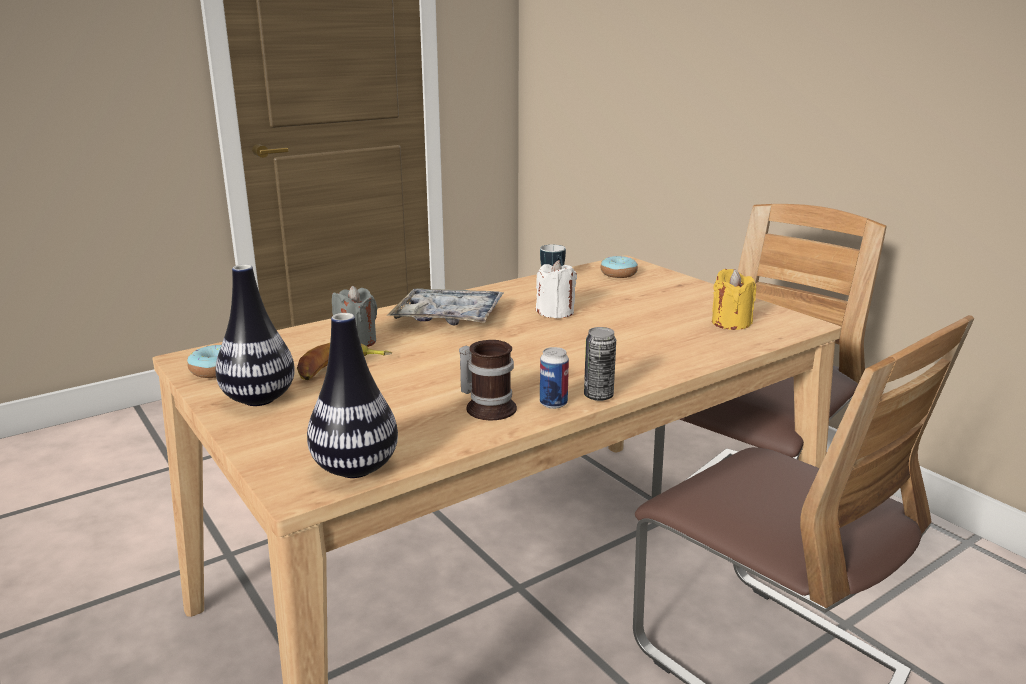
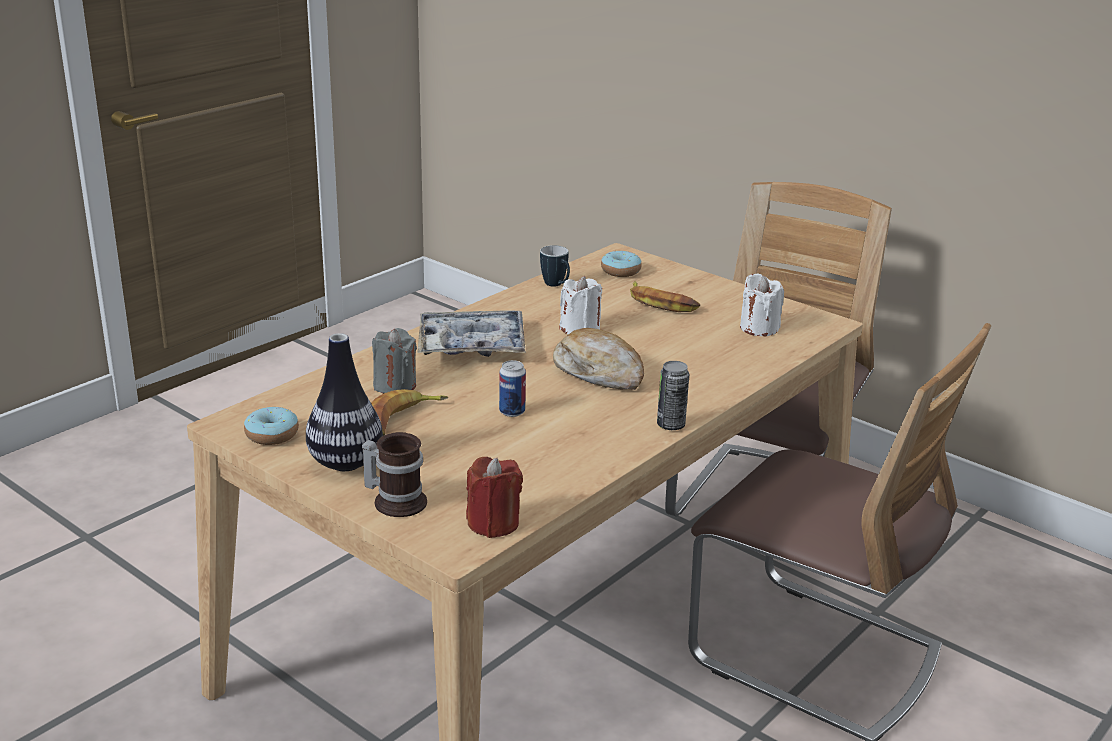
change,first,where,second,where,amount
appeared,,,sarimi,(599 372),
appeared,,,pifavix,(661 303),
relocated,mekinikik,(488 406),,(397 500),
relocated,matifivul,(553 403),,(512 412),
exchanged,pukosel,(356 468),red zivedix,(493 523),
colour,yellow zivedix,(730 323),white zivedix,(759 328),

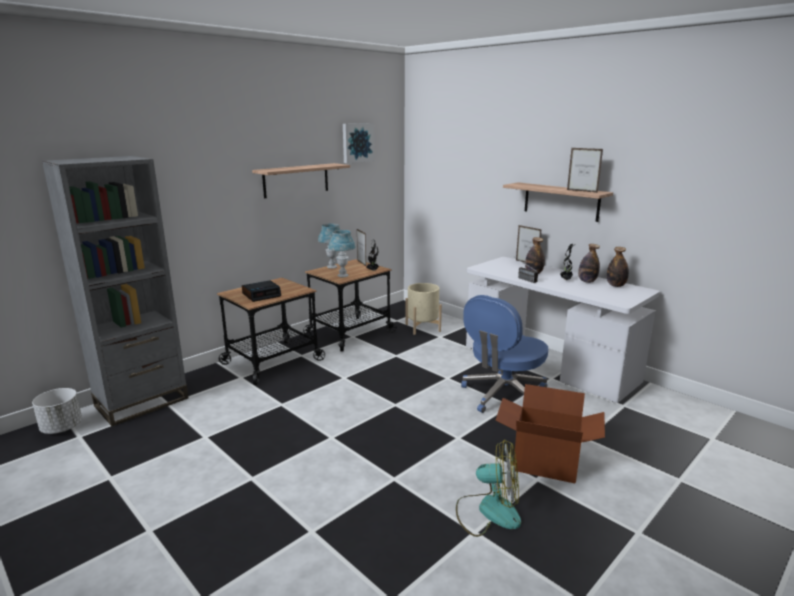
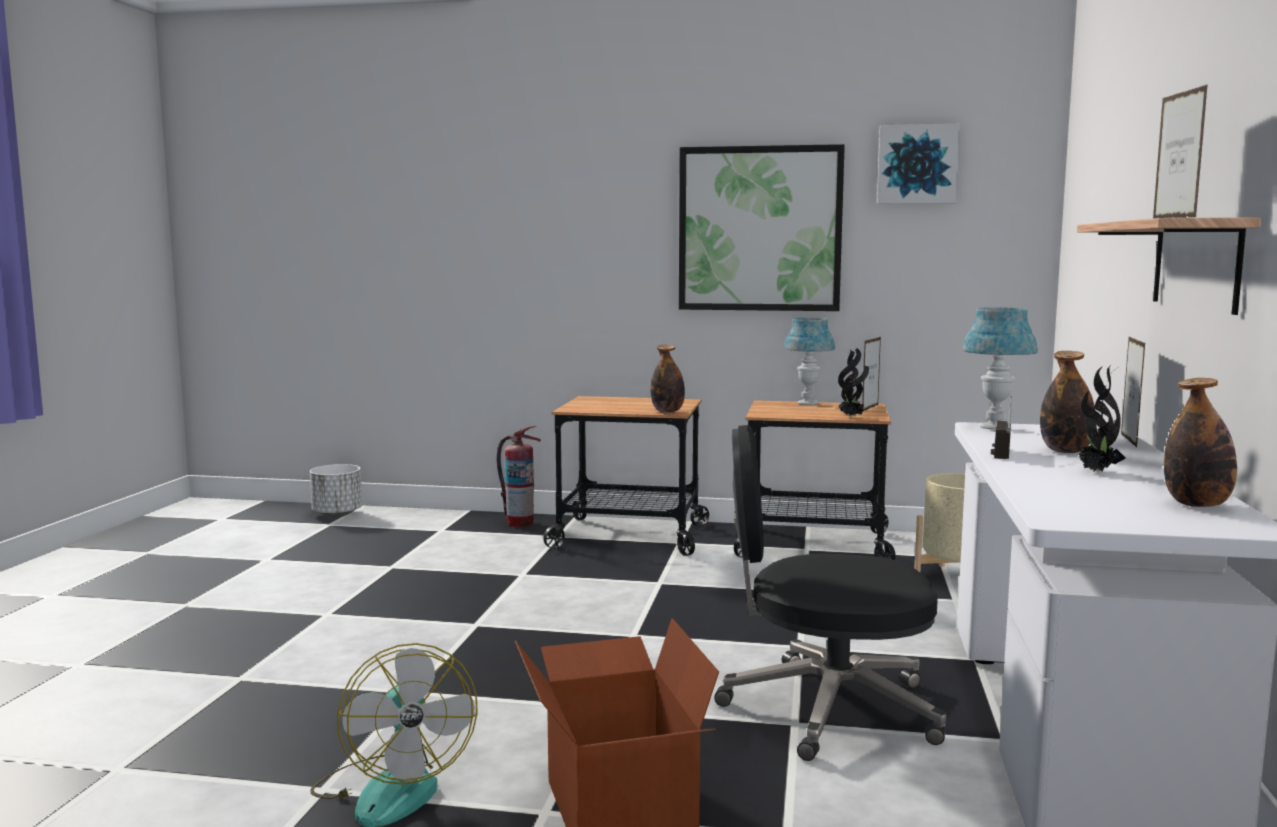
change,first,where,second,where,amount
missing,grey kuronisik,(142 402),,,
missing,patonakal,(262 295),,,
appeared,,,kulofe,(520 523),
relocated,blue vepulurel,(343 276),,(995 427),
relocated,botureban,(587 281),,(667 411),
exchanged,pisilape,(296 180),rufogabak,(759 229),
colour,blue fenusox,(503 395),black fenusox,(826 709),

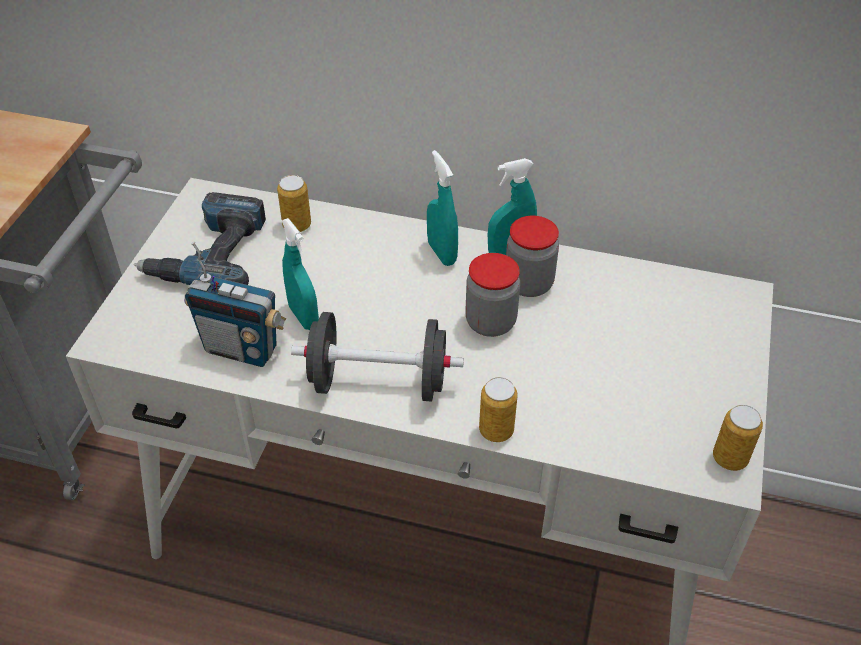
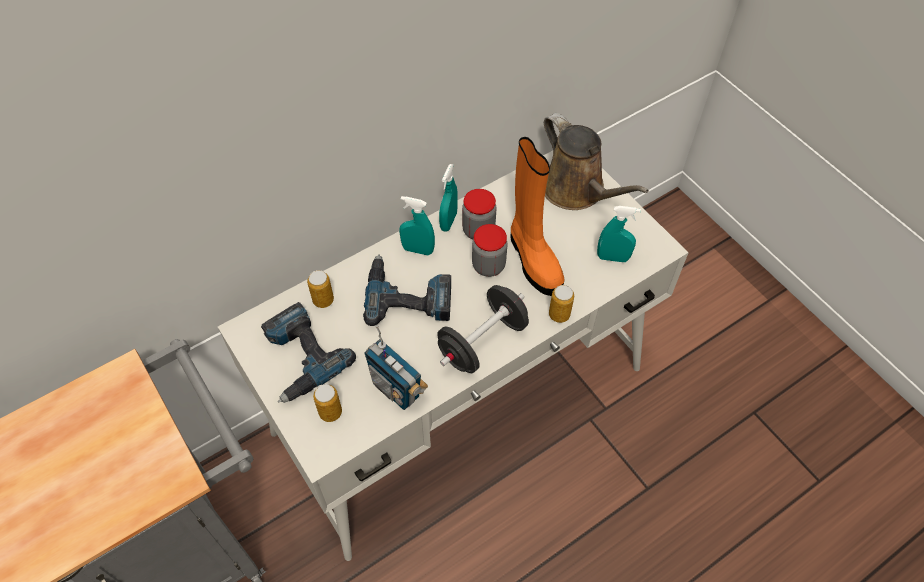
change,first,where,second,where,amount
appeared,,,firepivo,(408 295),
appeared,,,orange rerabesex,(533 259),
appeared,,,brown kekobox,(577 190),
relocated,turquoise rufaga,(303 317),,(612 258),
relocated,matifivul,(730 458),,(330 412),
spun,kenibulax,(242 349),,(396 389),75 degrees clockwise

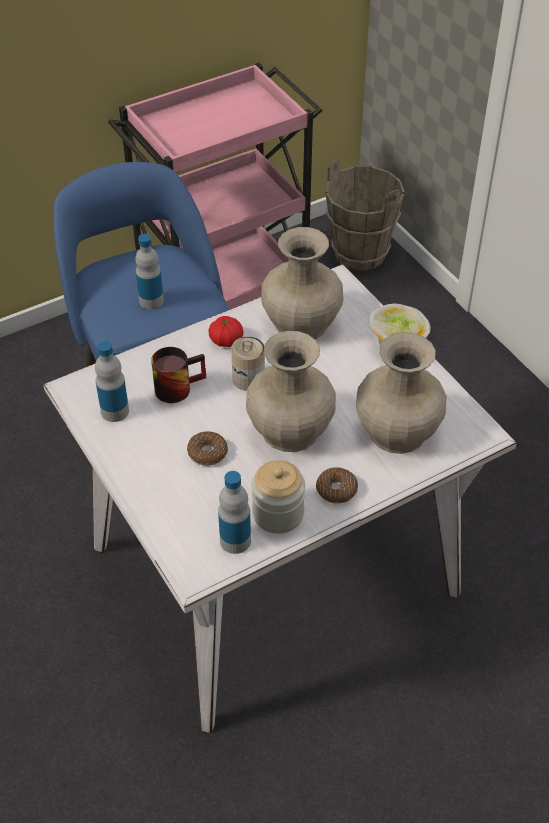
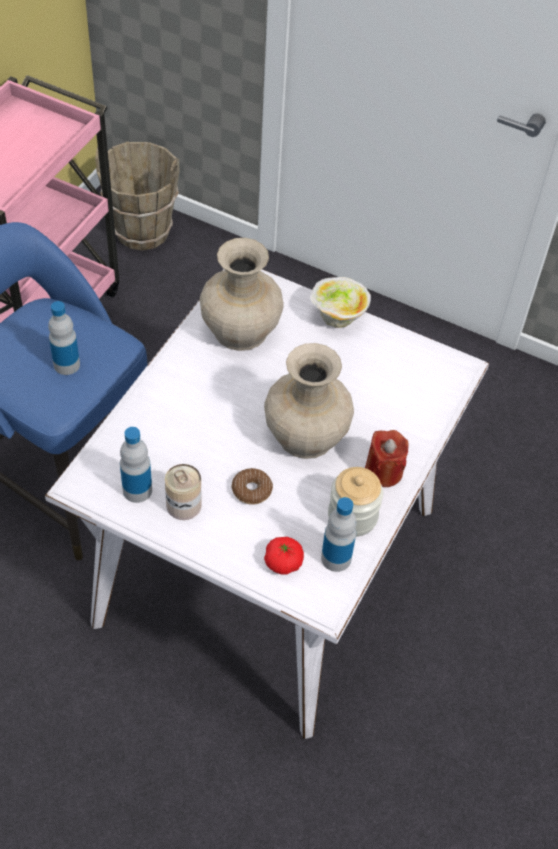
change,first,where,second,where,amount
missing,mekinikik,(177 385),,,
missing,beige pukosel,(398 431),,,
relocated,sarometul,(226 340),,(283 562),
relocated,matifivul,(248 378),,(183 505),
exchanged,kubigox,(336 490),red zivedix,(383 471),

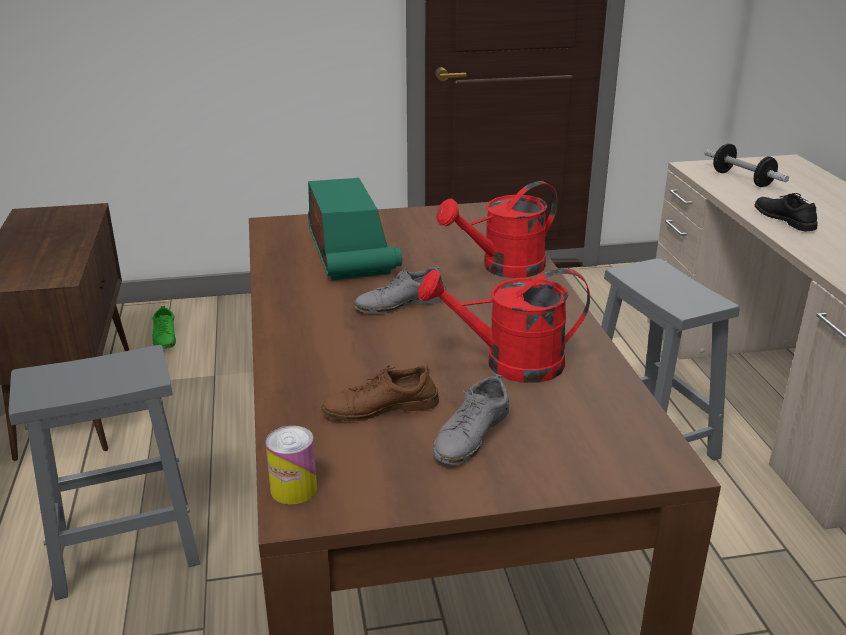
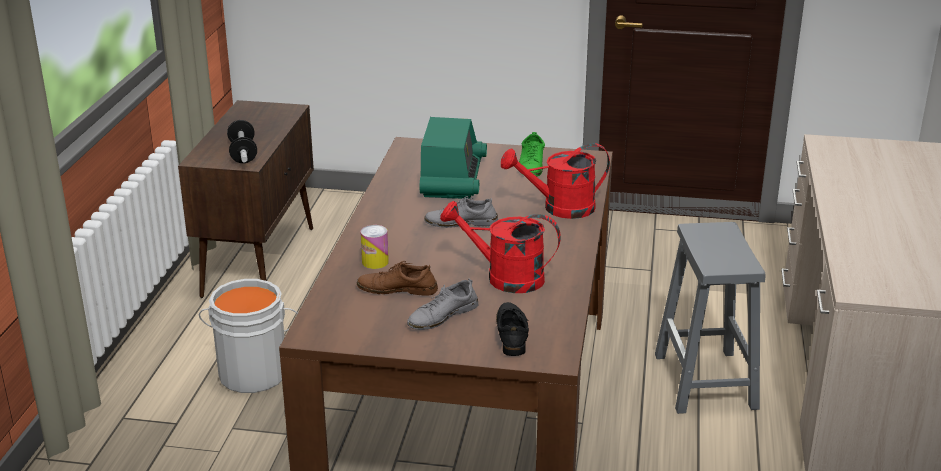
change,first,where,second,where,amount
relocated,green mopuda,(165 337),,(531 165),
relocated,matifivul,(293 489),,(375 262),
relocated,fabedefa,(742 179),,(243 153),
relocated,black mopuda,(784 219),,(512 334),
exchanged,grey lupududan,(122 547),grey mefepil,(254 371),

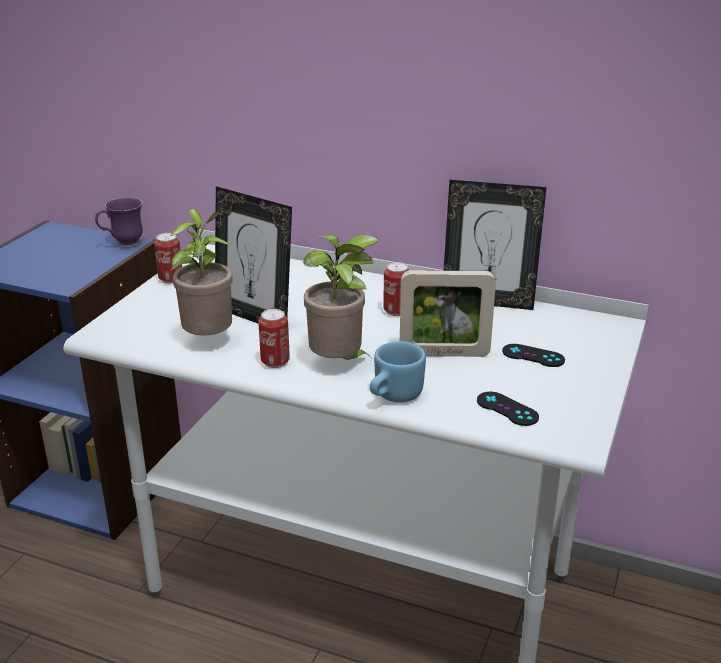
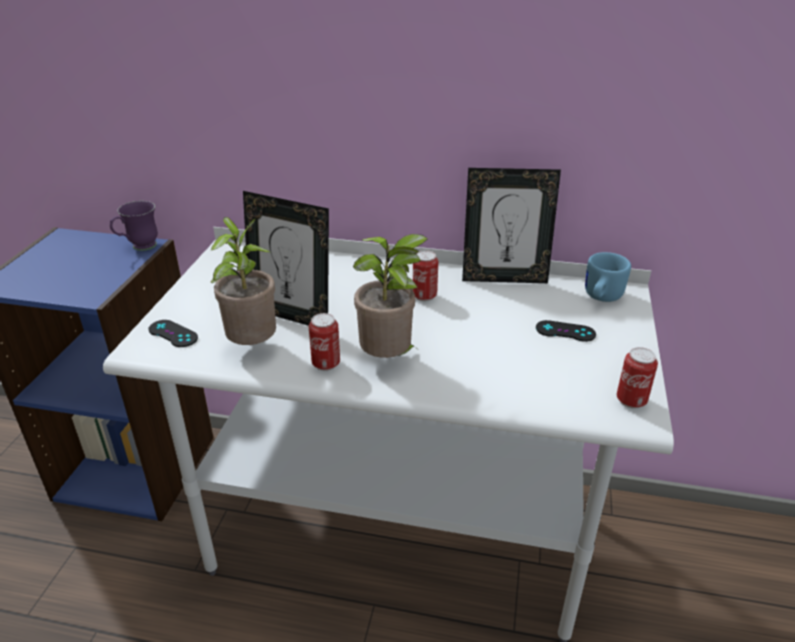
change,first,where,second,where,amount
missing,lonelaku,(444 354),,,
relocated,matifivul,(171 279),,(631 401),
relocated,blue mekinikik,(393 396),,(600 297),
relocated,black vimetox,(507 409),,(173 334),

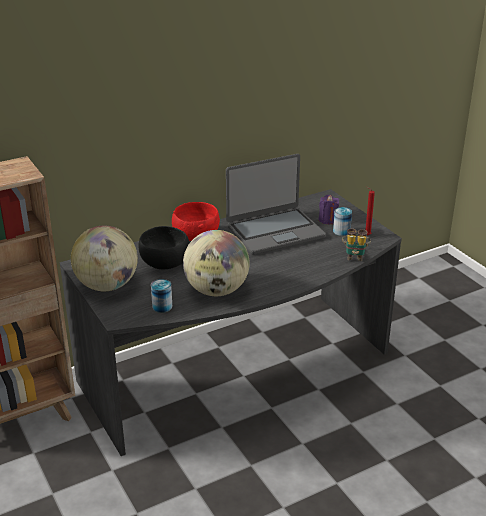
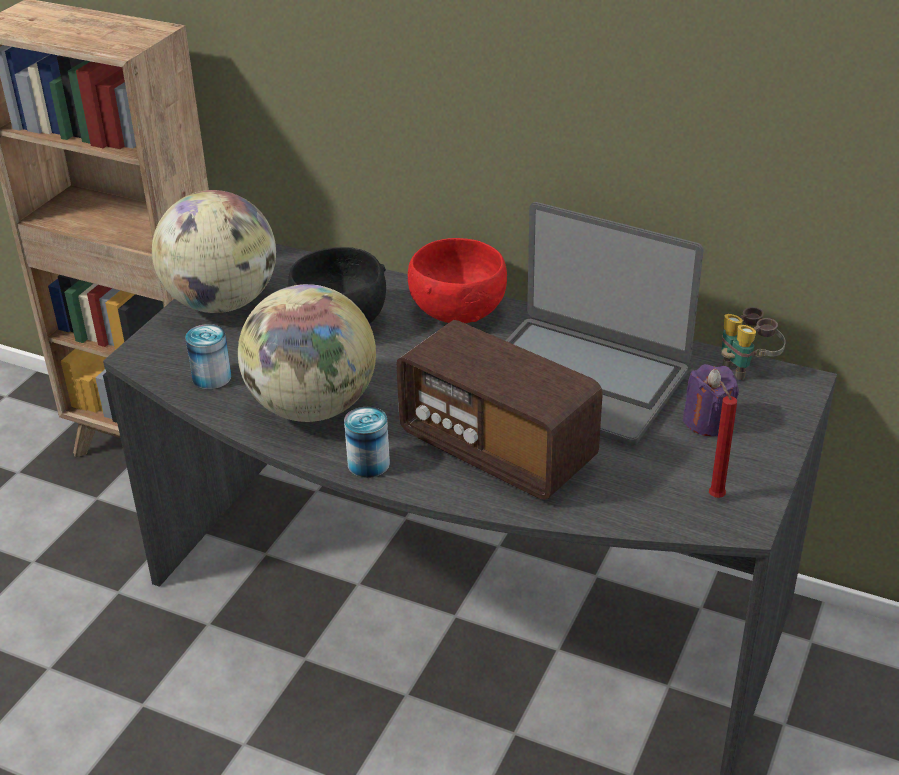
change,first,where,second,where,amount
appeared,,,kenibulax,(497 449),
relocated,matifivul,(341 231),,(368 464),
relocated,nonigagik,(355 256),,(746 367),

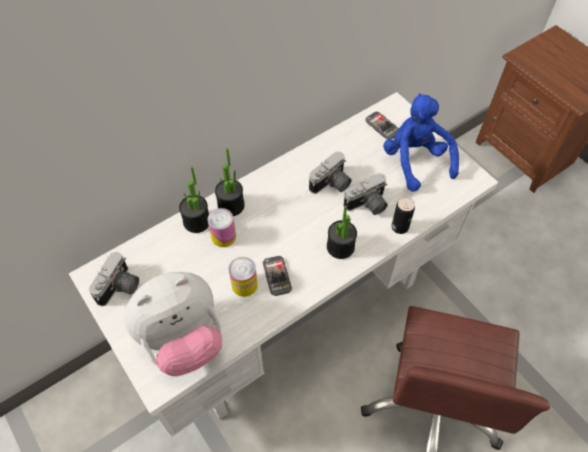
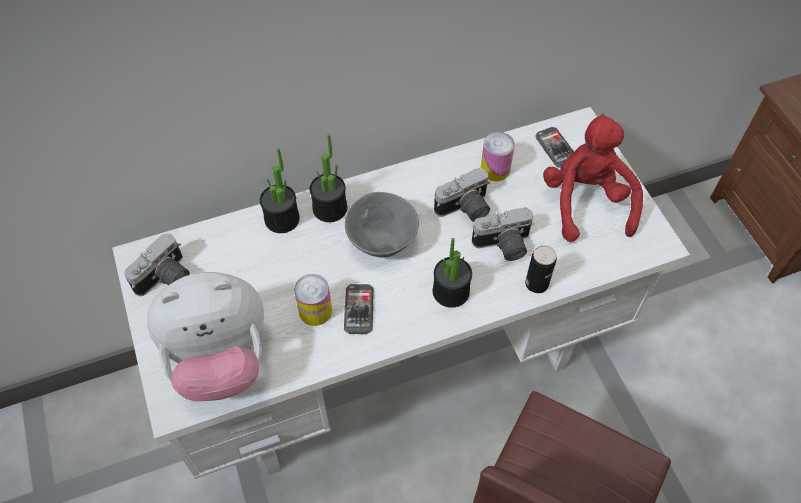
change,first,where,second,where,amount
appeared,,,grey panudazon,(380 242),
relocated,matifivul,(223 236),,(495 169),
colour,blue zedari,(415 161),red zedari,(586 202),

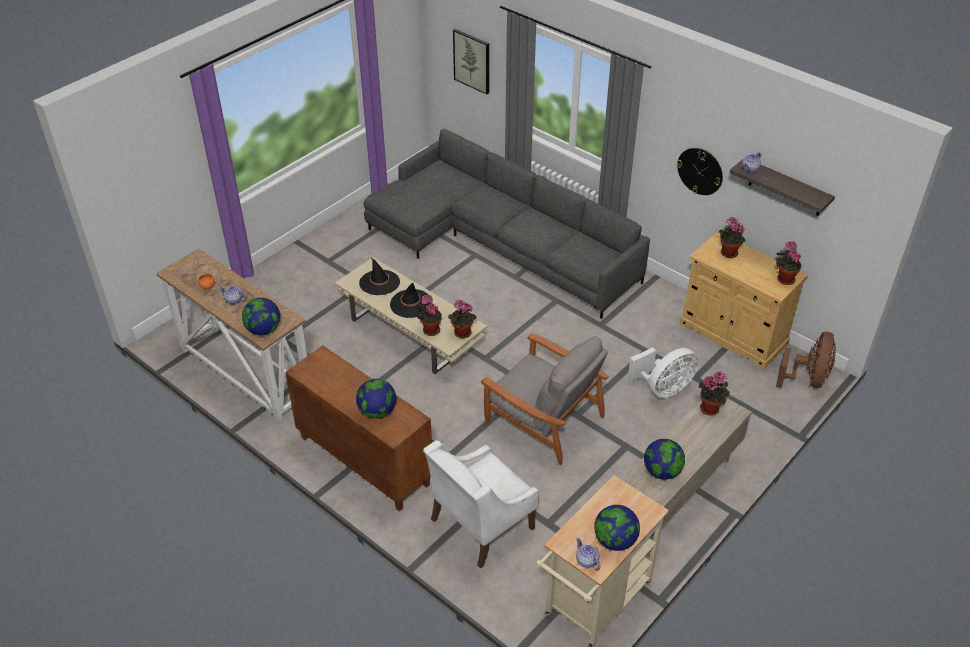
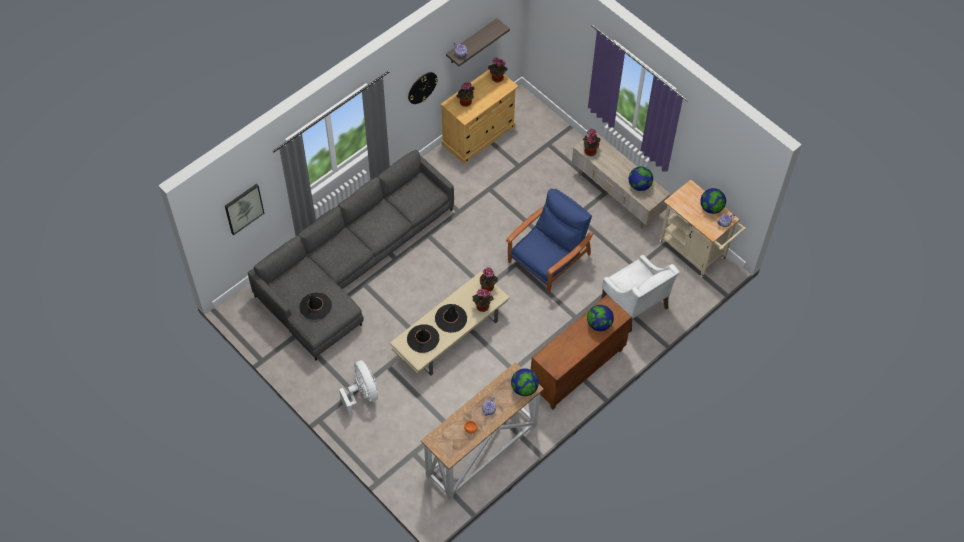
change,first,where,second,where,amount
missing,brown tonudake,(807 379),,,
appeared,,,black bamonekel,(315 306),
relocated,white tonudake,(663 388),,(362 394),
colour,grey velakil,(543 419),blue velakil,(548 259),

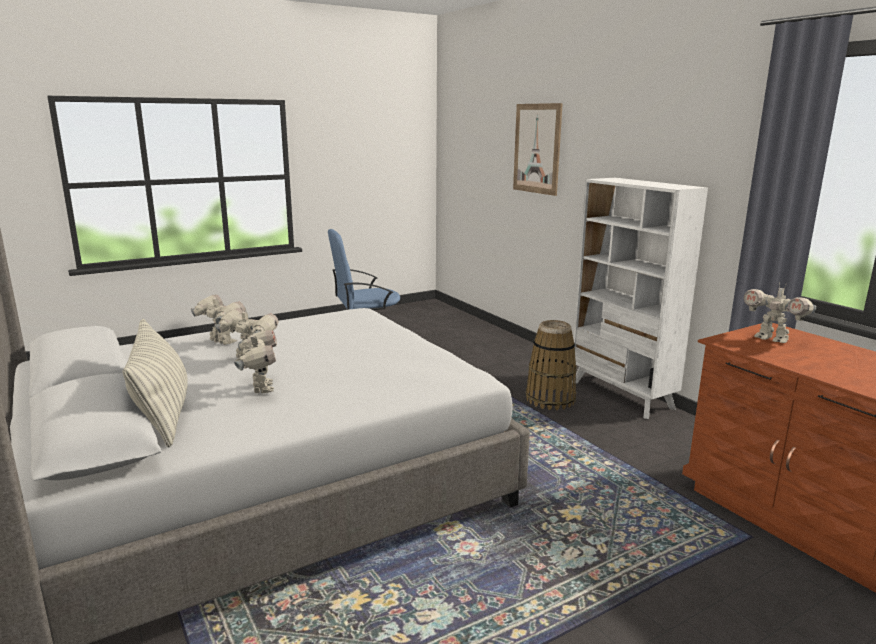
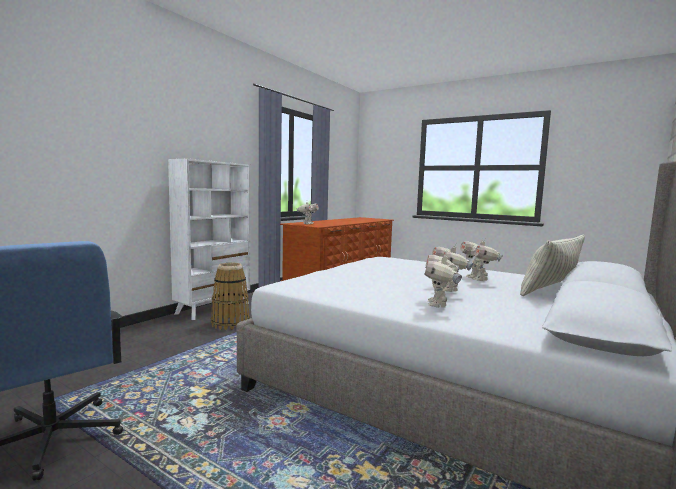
change,first,where,second,where,amount
missing,rufogabak,(537 148),,,
spun,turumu,(260 388),,(478 279),60 degrees counterclockwise

